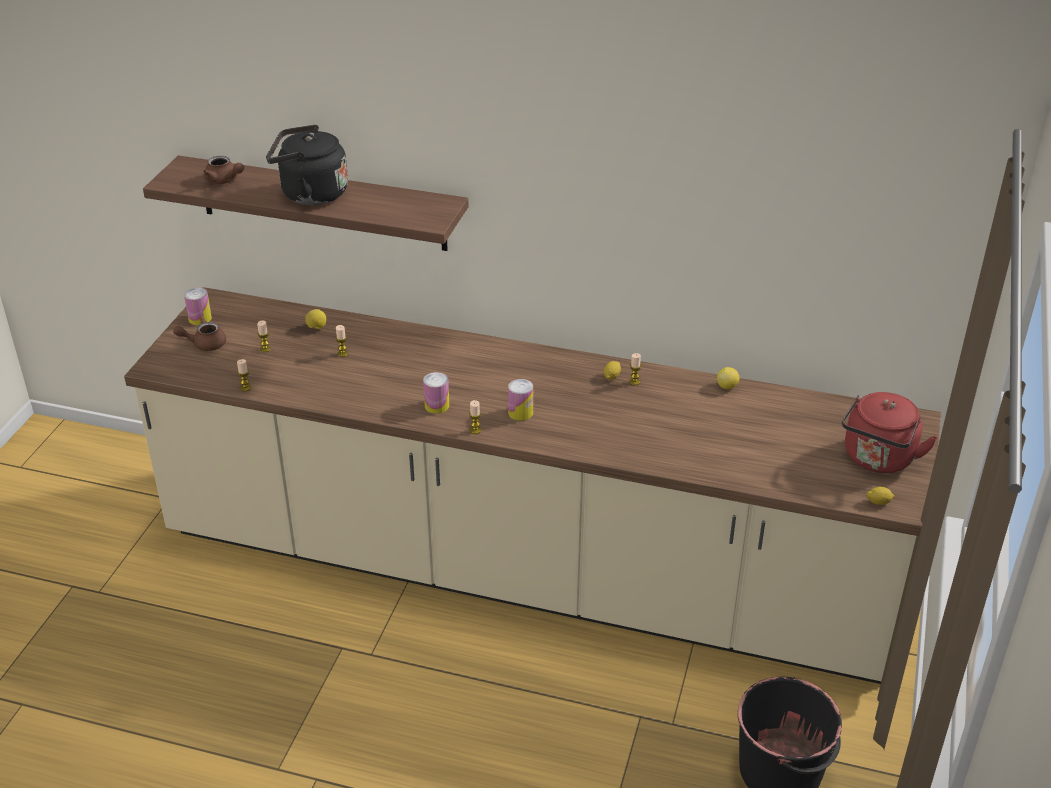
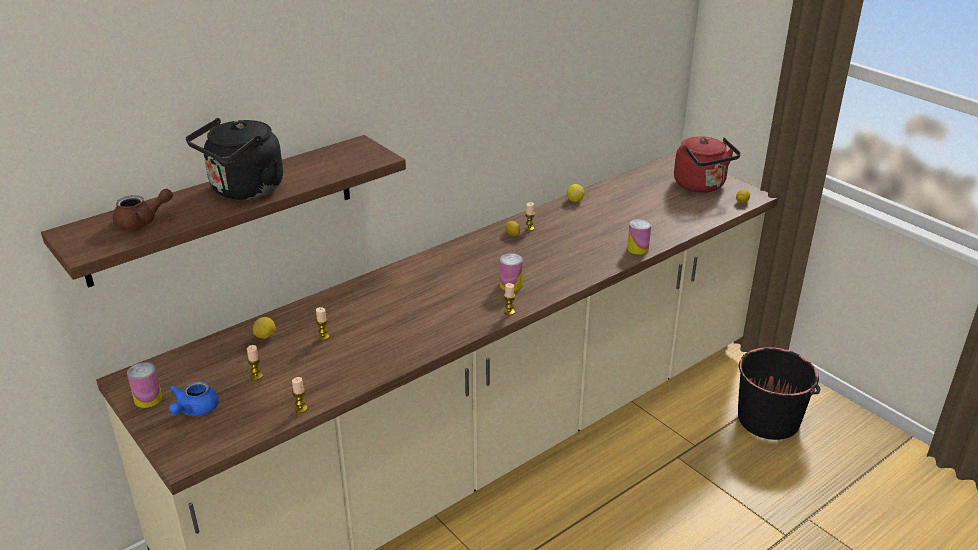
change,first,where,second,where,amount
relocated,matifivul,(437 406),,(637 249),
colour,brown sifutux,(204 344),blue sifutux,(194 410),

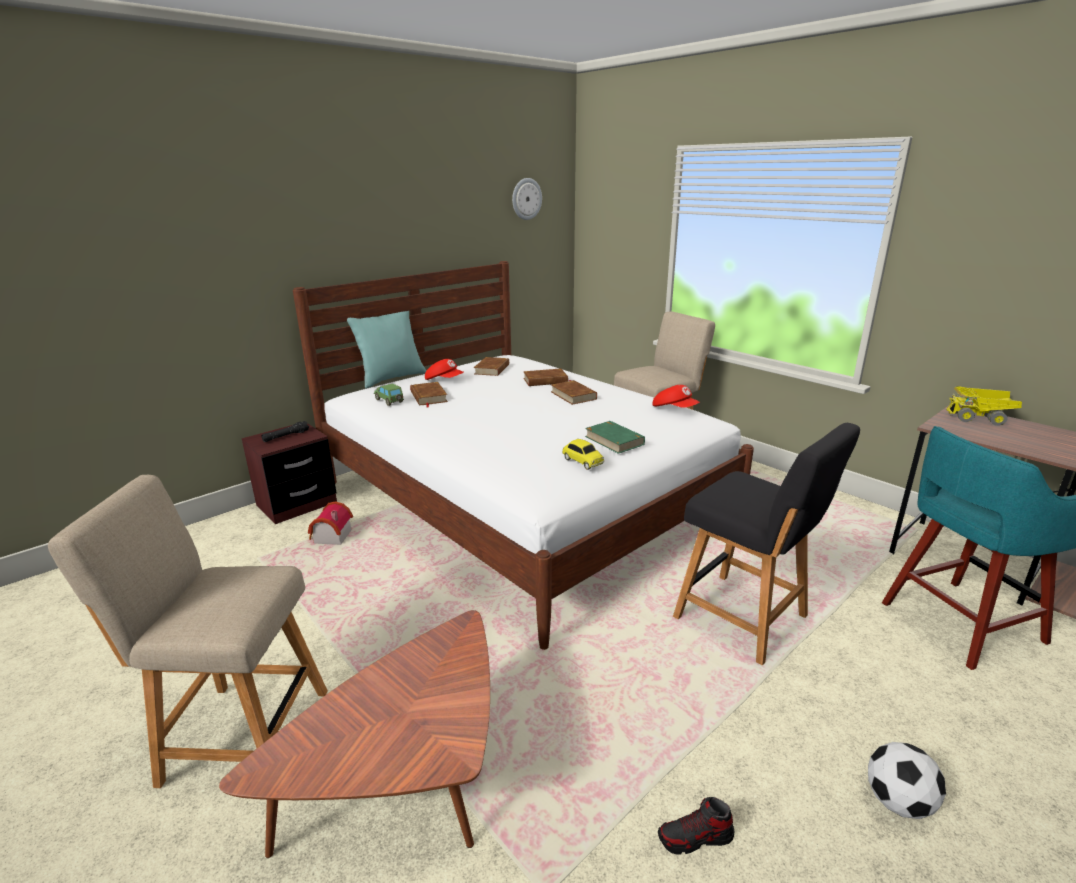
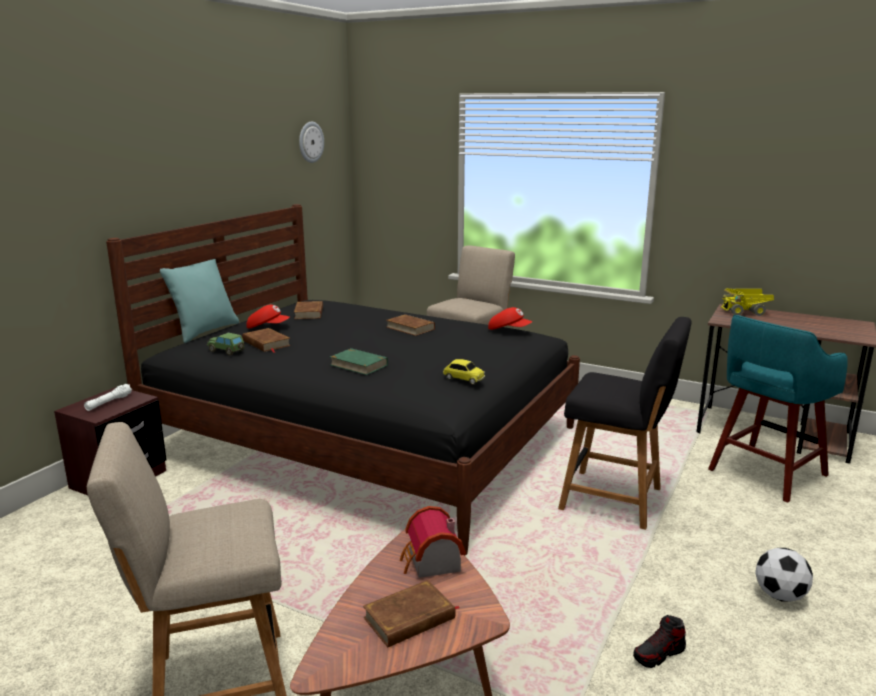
change,first,where,second,where,amount
relocated,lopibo,(330 538),,(431 563),
relocated,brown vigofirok,(545 381),,(410 618),
relocated,green vigofirok,(614 440),,(358 365),
colour,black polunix,(286 436),white polunix,(108 402),
colour,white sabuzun,(521 501),black sabuzun,(366 441),

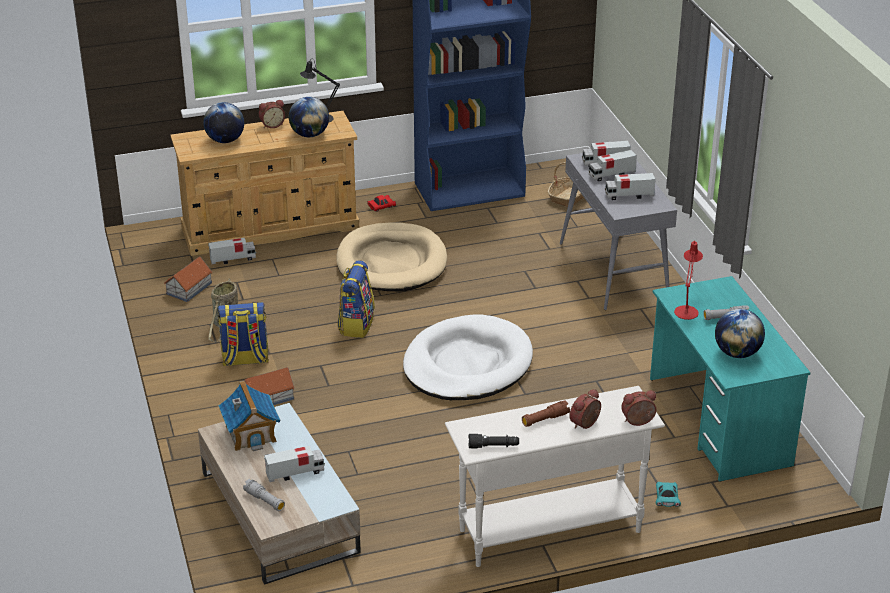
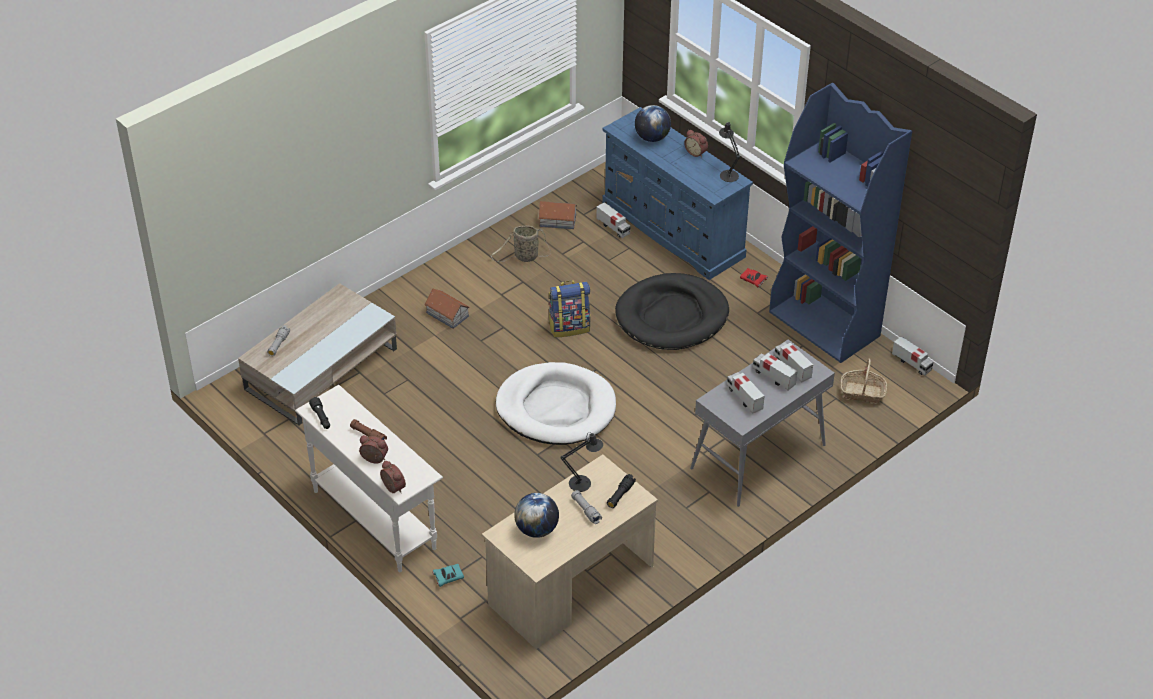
change,first,where,second,where,amount
missing,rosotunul,(245 359),,,
missing,lopibo,(251 433),,,
missing,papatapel,(309 135),,,
appeared,,,black polunix,(620 495),
relocated,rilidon,(295 473),,(912 363),
colour,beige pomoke,(271 228),blue pomoke,(673 230),
colour,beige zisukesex,(391 262),black zisukesex,(672 316),
colour,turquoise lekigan,(718 421),beige lekigan,(571 586),
colour,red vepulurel,(686 310),black vepulurel,(583 483),

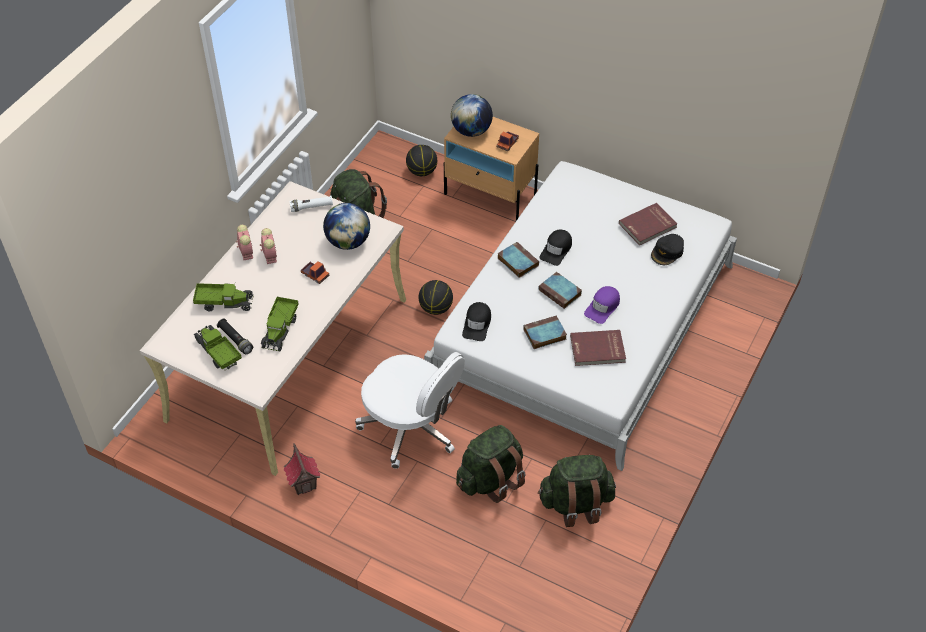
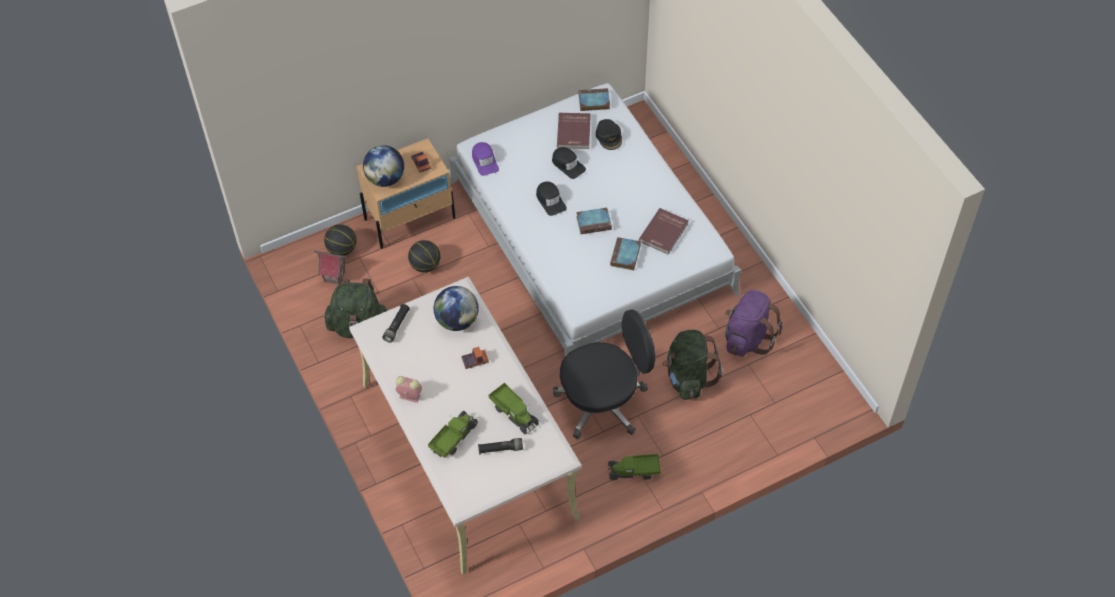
change,first,where,second,where,amount
missing,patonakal,(270 255),,,
relocated,rilidon,(218 353),,(634 471),
relocated,lopibo,(304 484),,(334 276),
relocated,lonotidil,(436 308),,(425 265),
relocated,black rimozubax,(477 324),,(568 165),
relocated,vigofirok,(517 261),,(593 102),
relocated,purple rimozubax,(602 307),,(485 161),
colour,white polunix,(311 207),black polunix,(397 326),
colour,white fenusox,(411 427),black fenusox,(603 402),
colour,green rosotunul,(576 503),purple rosotunul,(747 338),

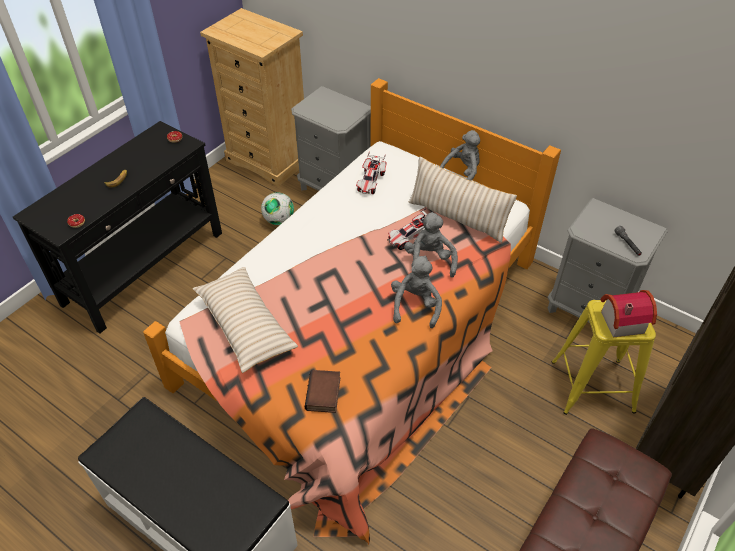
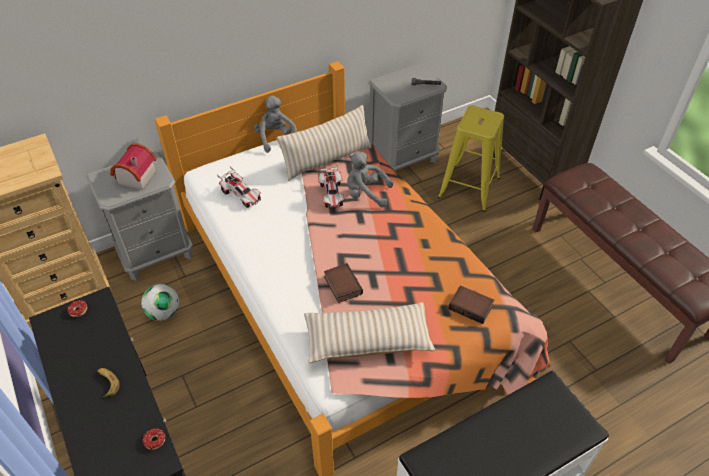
change,first,where,second,where,amount
missing,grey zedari,(415 305),,,
appeared,,,vigofirok,(341 285),
relocated,lopibo,(620 320),,(134 178),

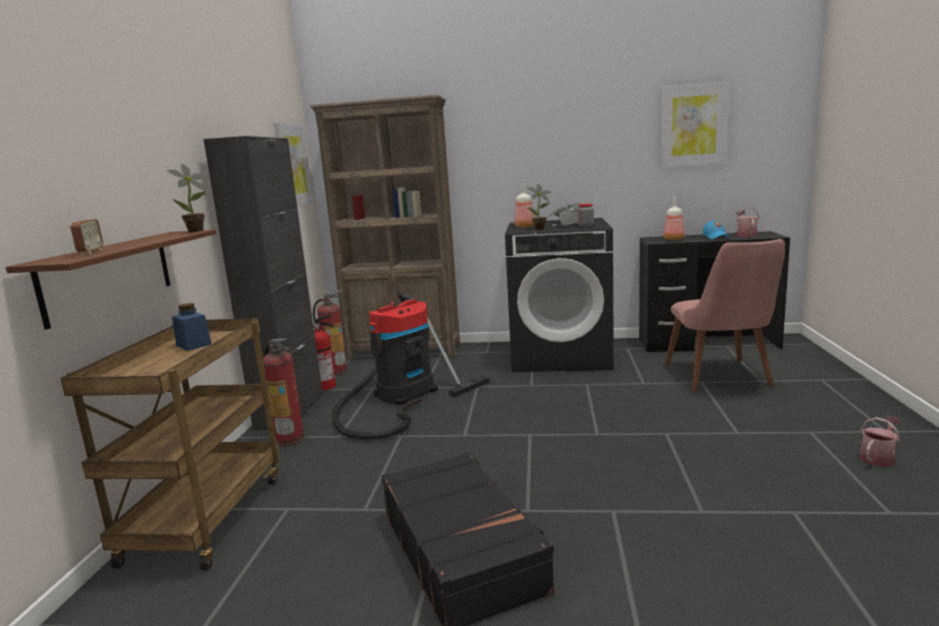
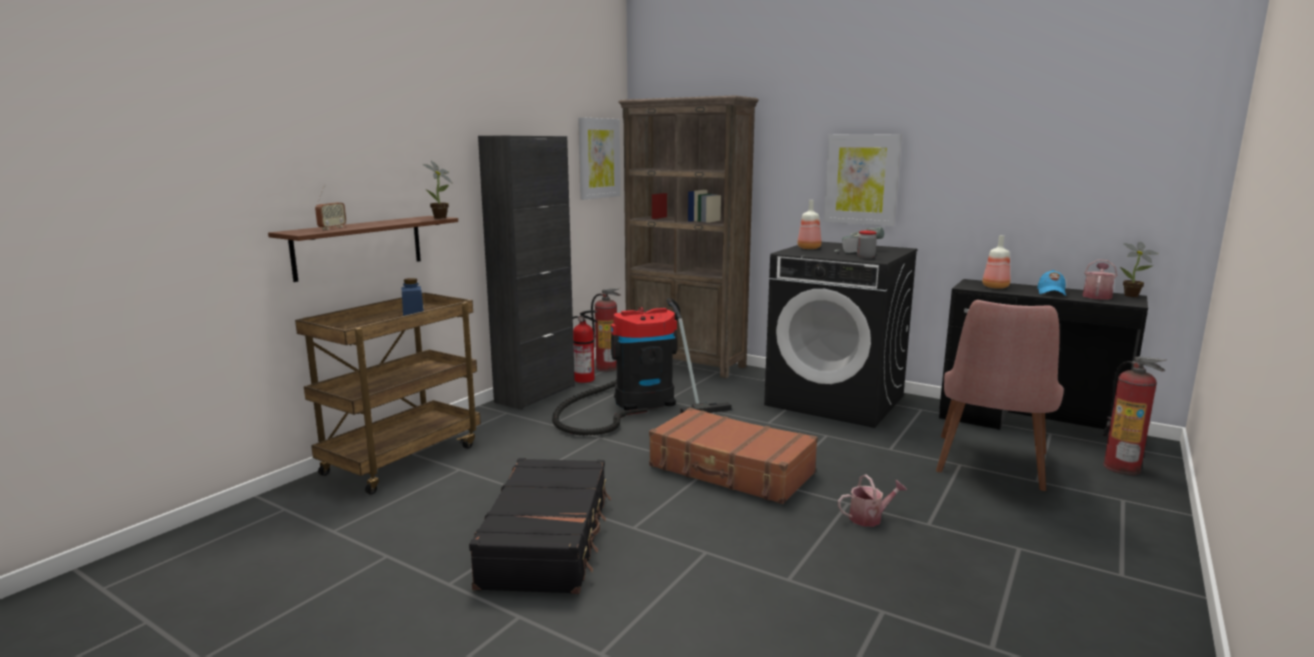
change,first,where,second,where,amount
appeared,,,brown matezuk,(731 470),
relocated,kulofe,(290 439),,(1122 468),
relocated,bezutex,(541 229),,(1133 296),
relocated,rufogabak,(693 125),,(861 179),
relocated,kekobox,(878 457),,(869 518),

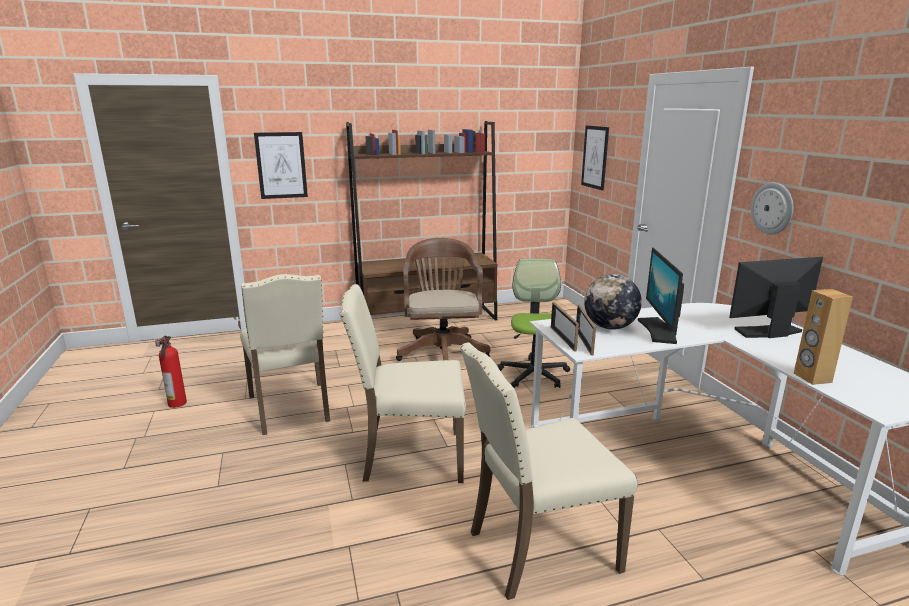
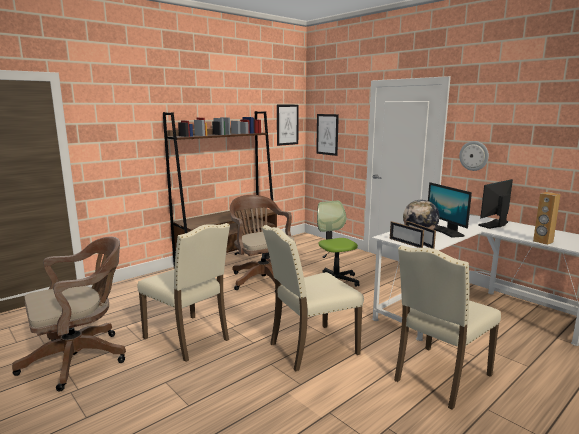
change,first,where,second,where,amount
relocated,rufogabak,(281 165),,(287 124),
exchanged,kulofe,(177 404),brown fenusox,(81 358),

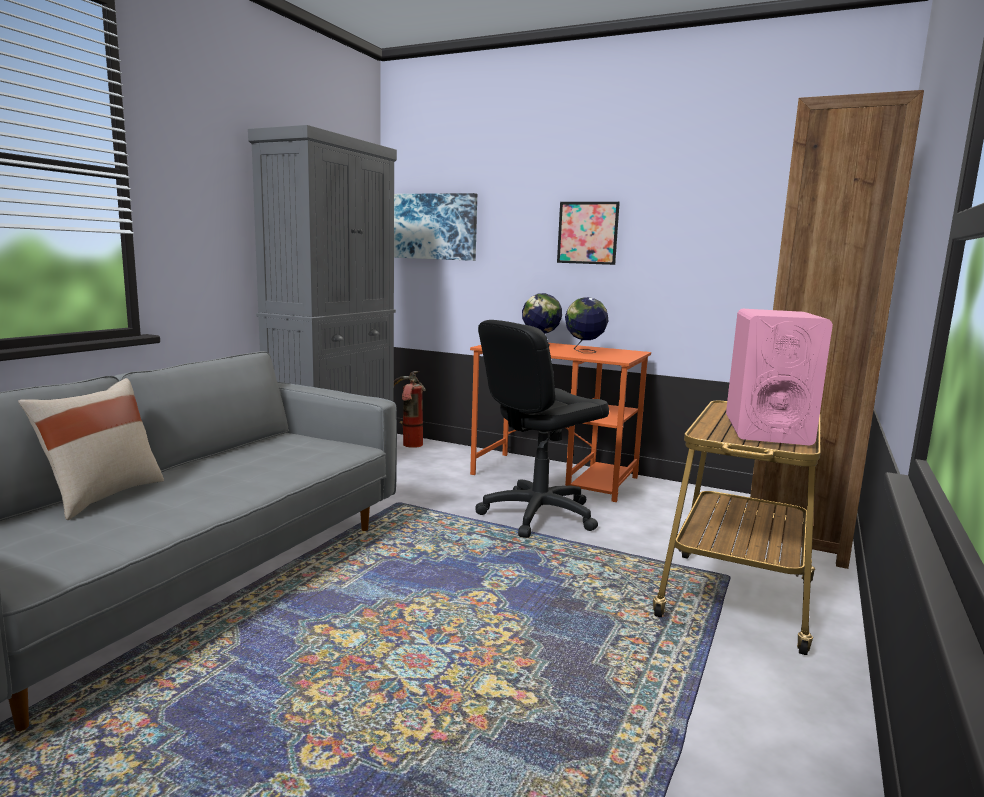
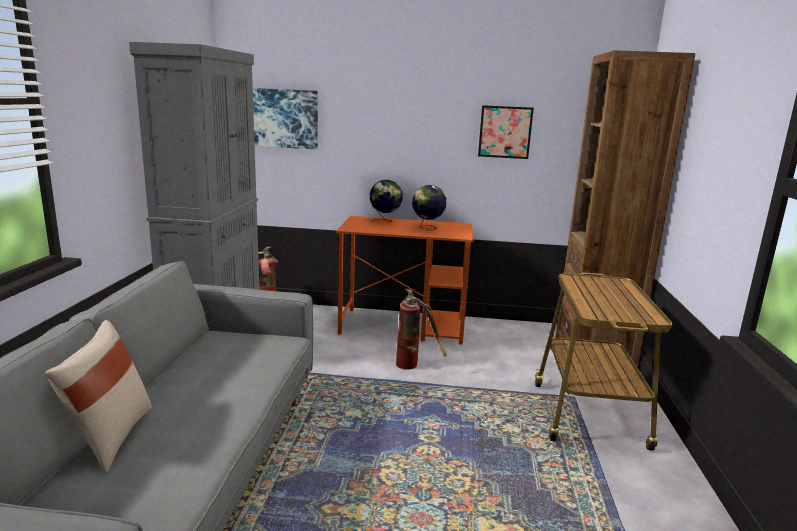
change,first,where,second,where,amount
missing,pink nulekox,(766 430),,,
relocated,rufogabak,(587 233),,(505 132),
exchanged,black fenusox,(538 514),kulofe,(415 365),

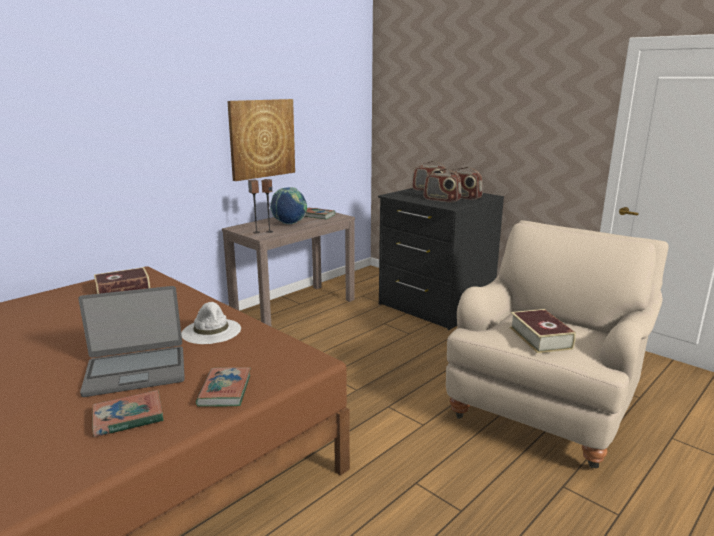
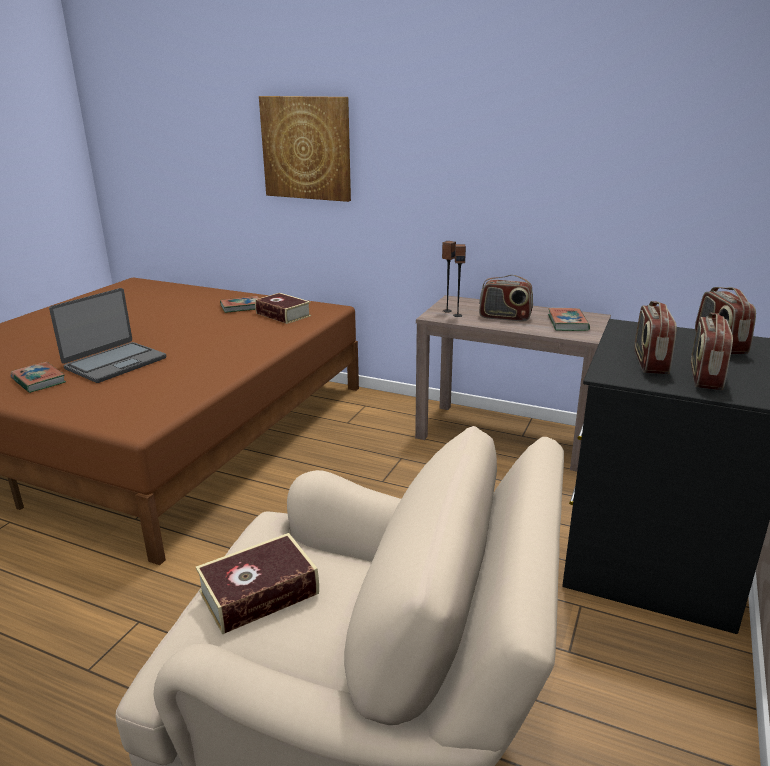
change,first,where,second,where,amount
missing,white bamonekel,(212 331),,,
relocated,vigofirok,(225 390),,(241 307),
relocated,rufogabak,(262 138),,(306 148),
exchanged,papatapel,(289 224),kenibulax,(505 317),
spun,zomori,(136 371),,(115 363),105 degrees counterclockwise

